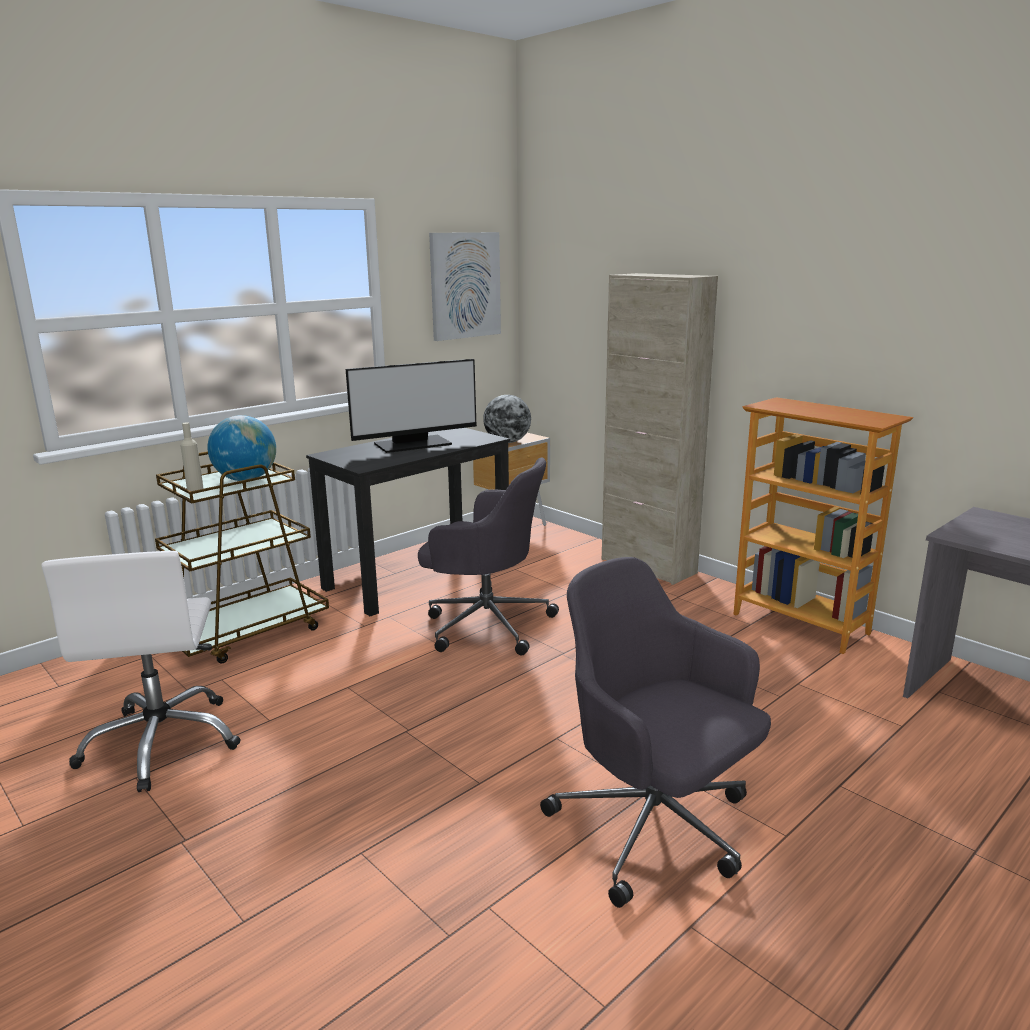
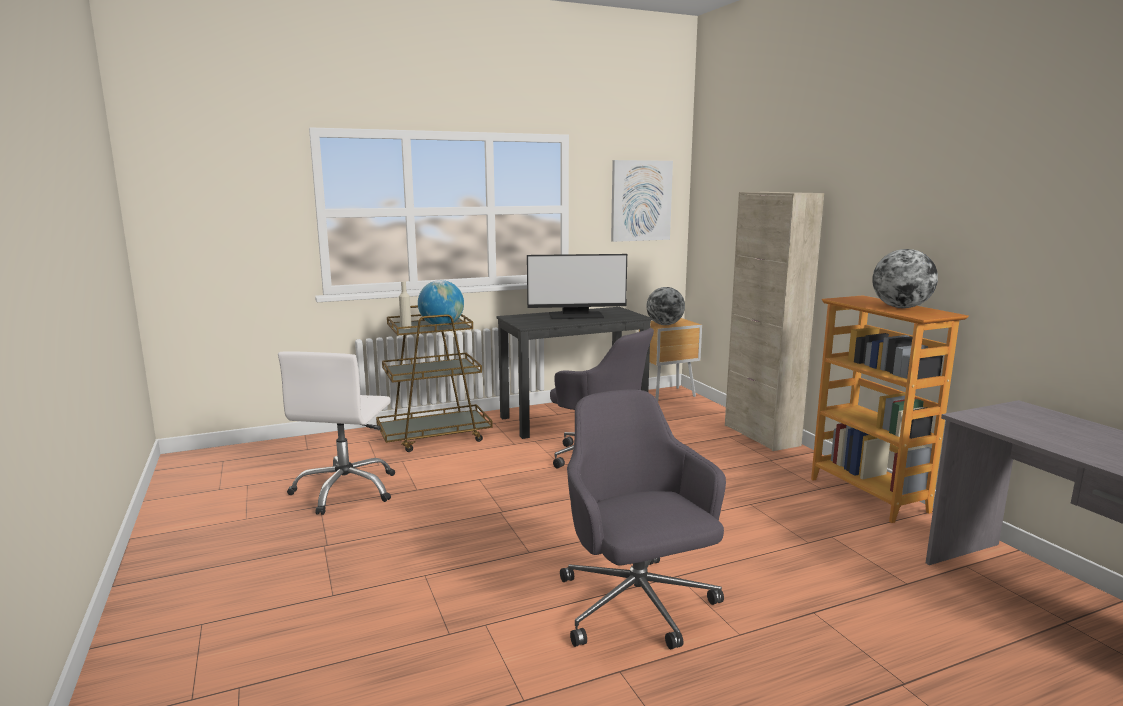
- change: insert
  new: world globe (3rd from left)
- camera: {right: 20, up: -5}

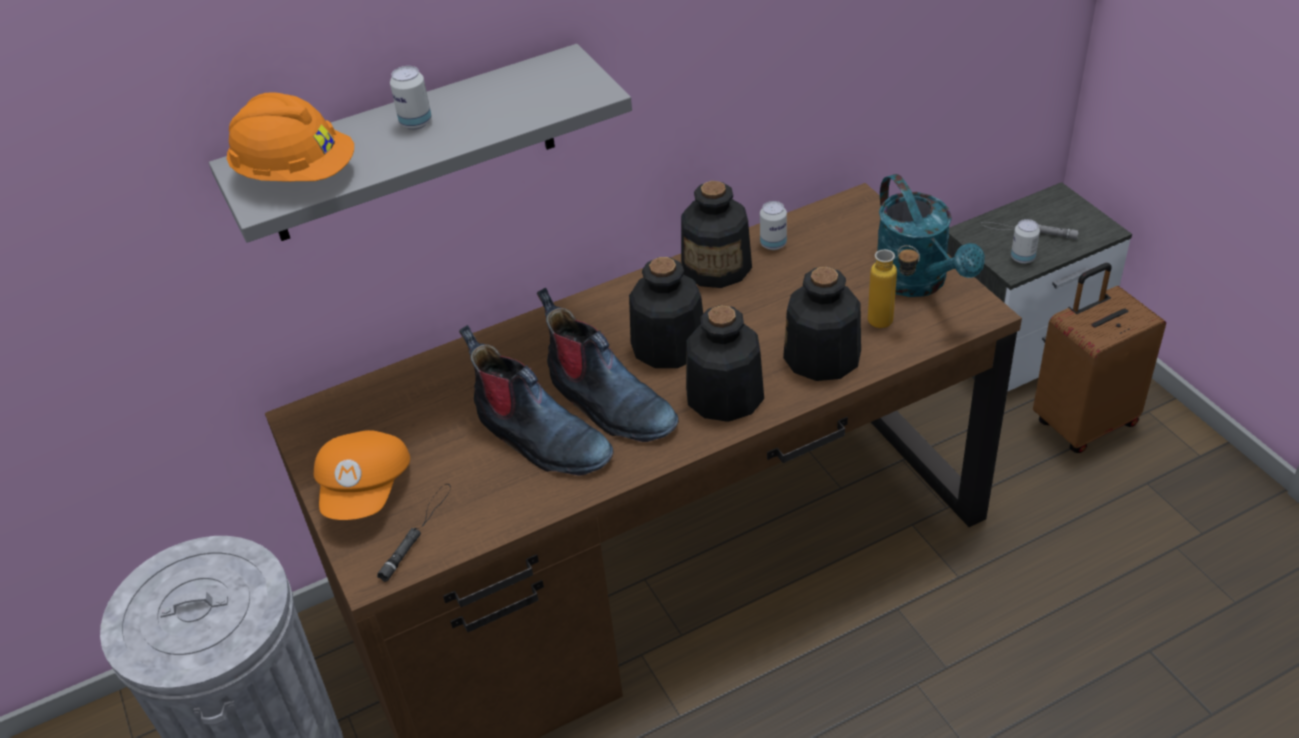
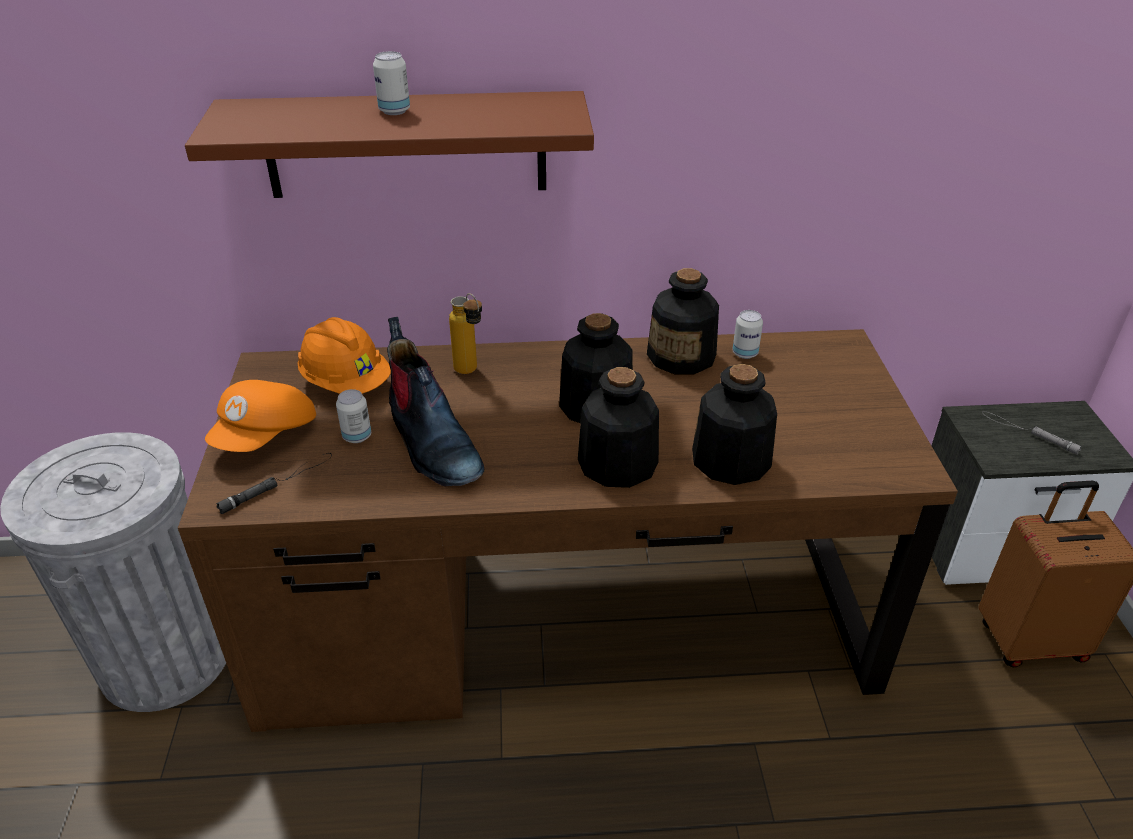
- change: recolor
  old: shelf (greyish)
  new: shelf (brown)
- change: move
  old: work helmet (orange-coloured)
- change: move
  old: sealed can (3rd from left in the first image)
  new: sealed can (1st from left)
- change: move
  old: drink bottle (5th from left in the first image)
  new: drink bottle (1st from left)
- change: delete
  old: boot (2nd from left)
- change: delete
  old: watering pot (turquoise-coloured)
- camera: {right: 20, up: -5}

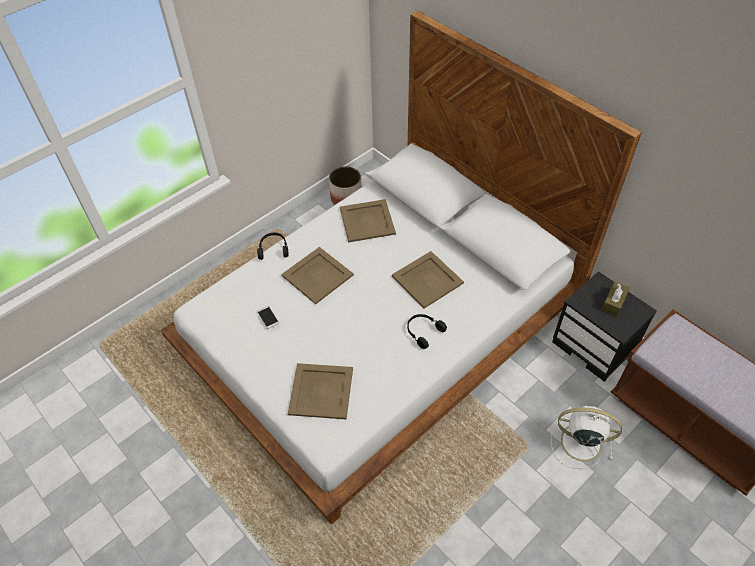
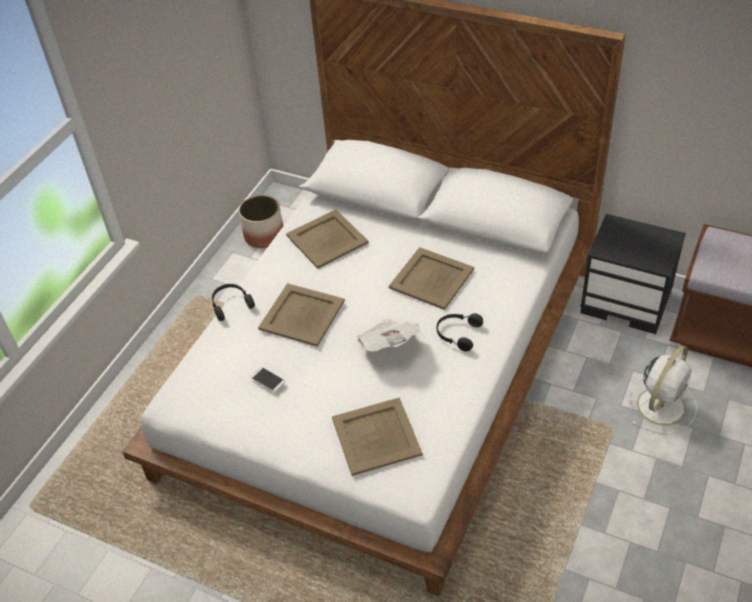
- change: insert
  new: printed paper
- change: rotate
  old: electric fan (whitish)
  degrees: 135
- change: delete
  old: box of tissues (brown)
- camera: {right: -20, up: -5}

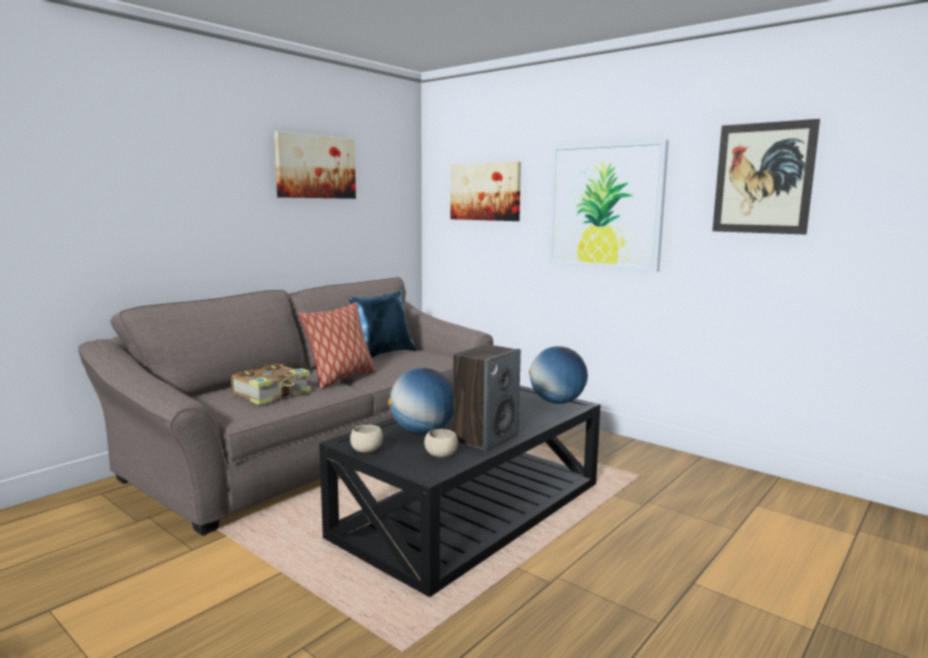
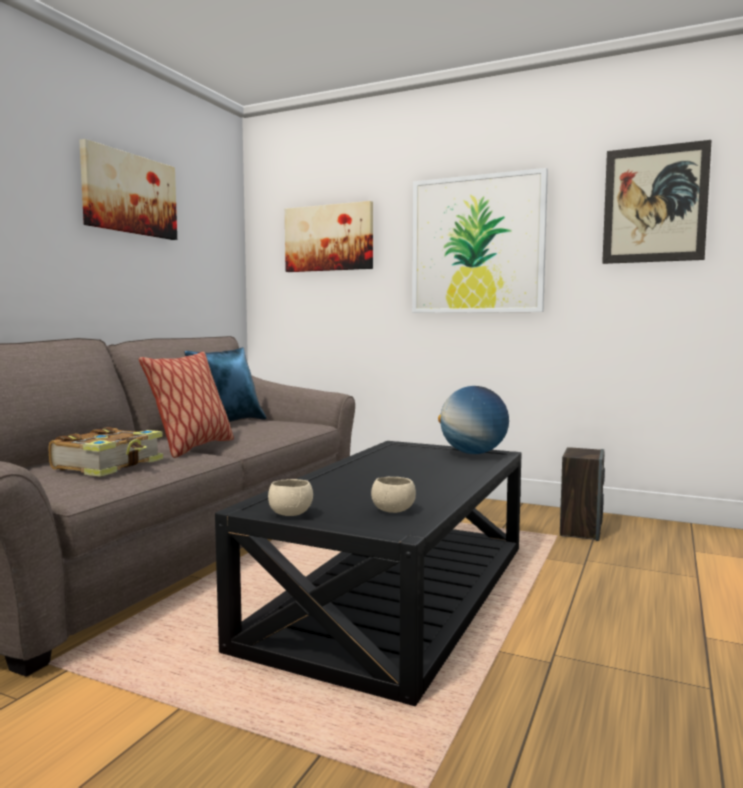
- change: move
  old: speaker
- change: delete
  old: world globe (1st from left)
- camera: {right: -15, up: -5}

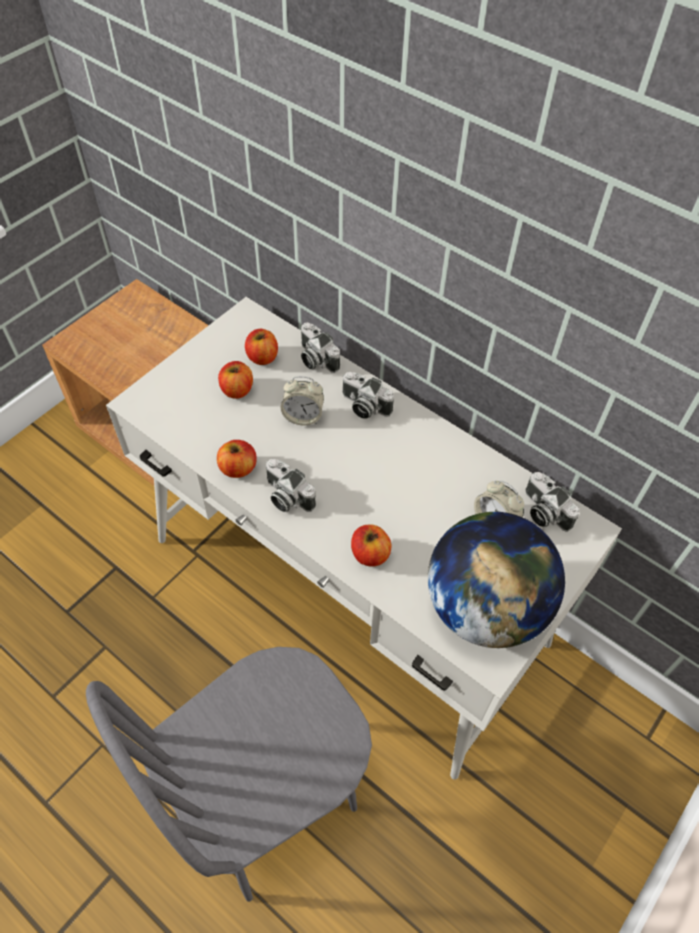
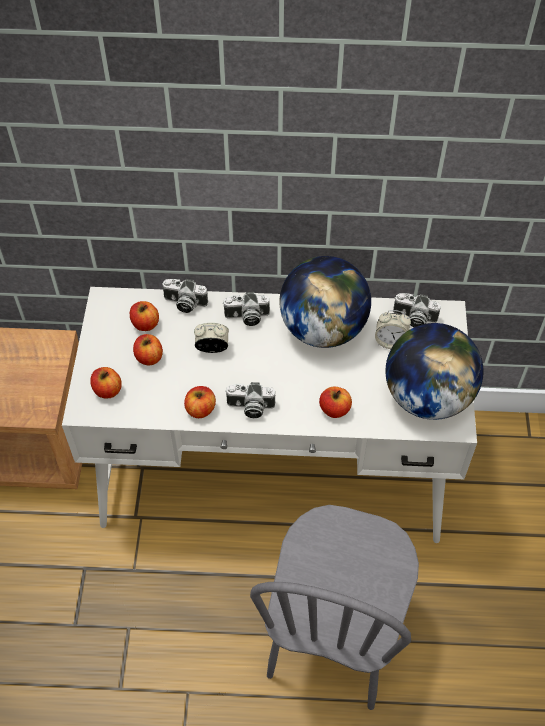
- change: insert
  new: whole apple (1st from left)
- change: rotate
  old: table clock (1st from left)
  degrees: -150
- change: insert
  new: world globe (1st from left)
- camera: {right: -35, up: 0}

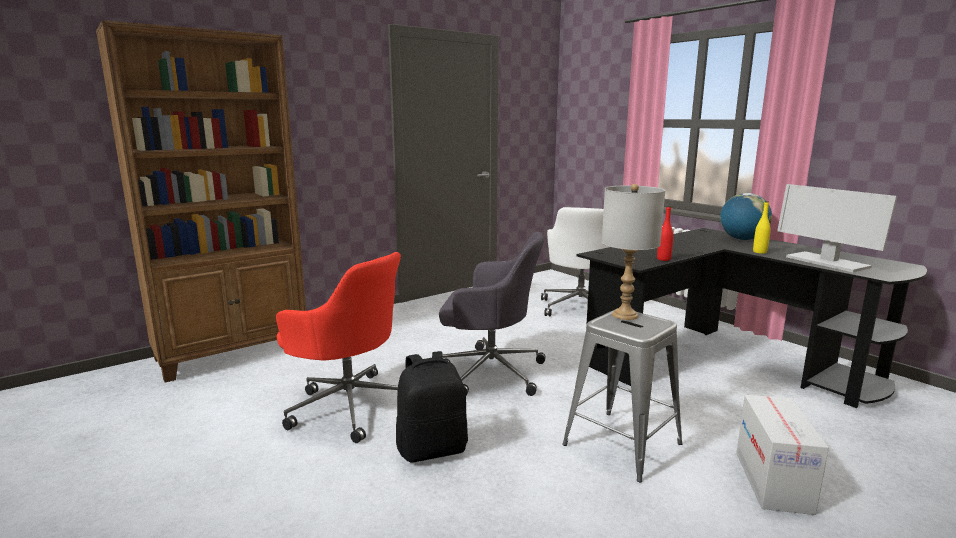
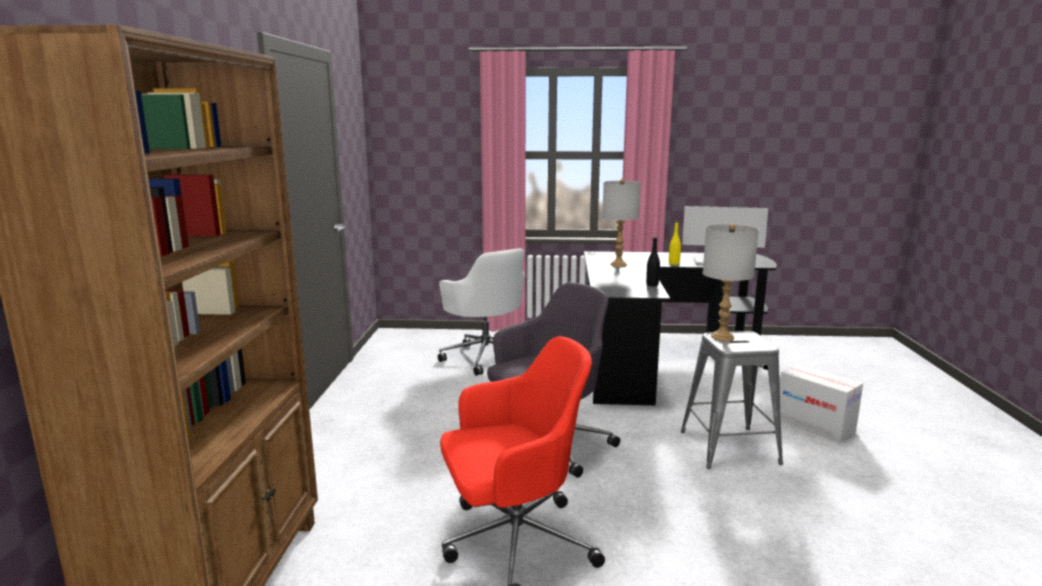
- change: insert
  new: table lamp (greyish) (1st from left)
- change: recolor
  old: drink bottle (reddish)
  new: drink bottle (black-coloured)
- change: delete
  old: rucksack (black-coloured)
- change: delete
  old: world globe
- camera: {right: -50, up: 0}

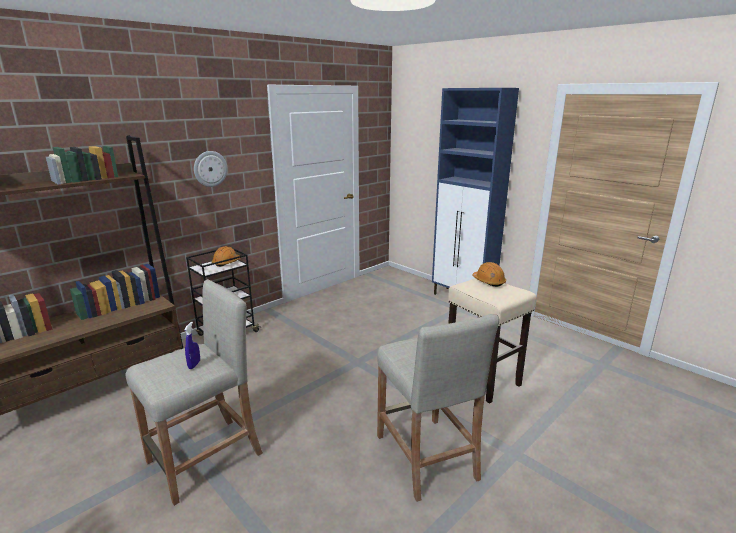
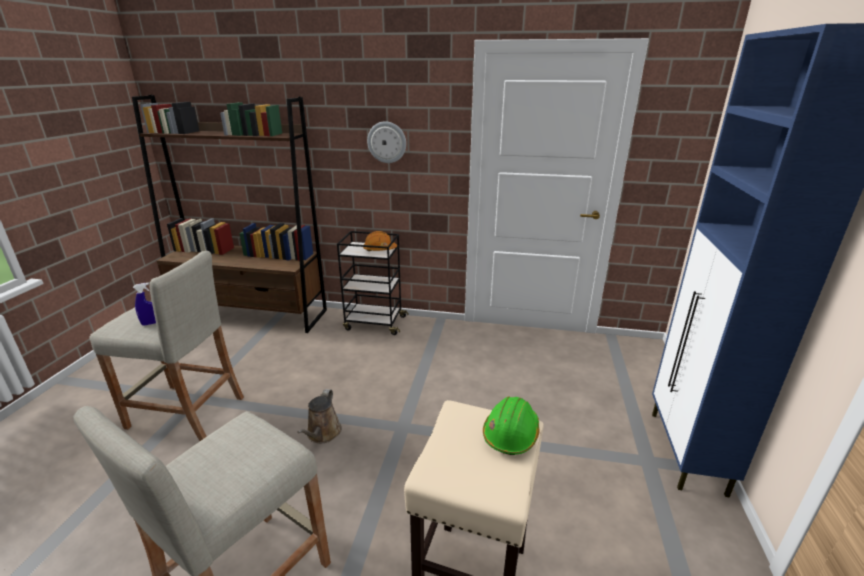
- change: insert
  new: watering pot (brown)
- change: recolor
  old: work helmet (orange-coloured) (2nd from left)
  new: work helmet (green-coloured)
- camera: {right: 55, up: 5}

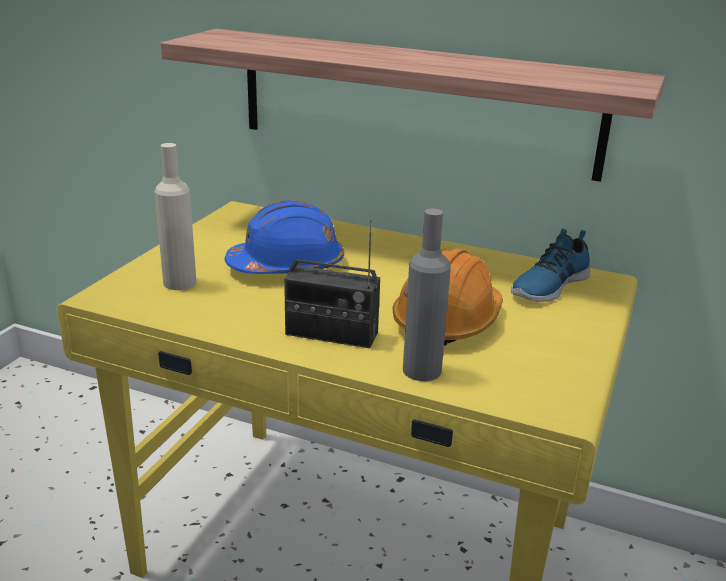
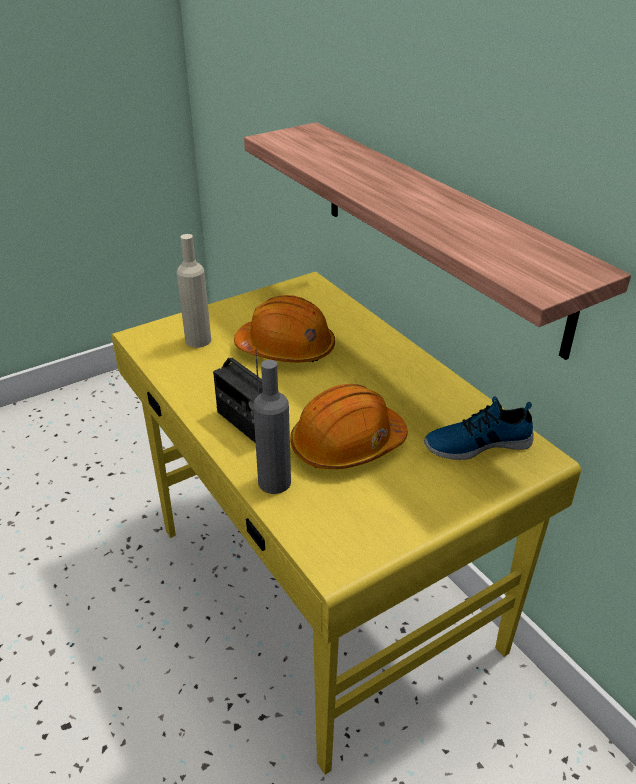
- change: recolor
  old: work helmet (blue)
  new: work helmet (orange-coloured) (1st from left)
- camera: {right: 35, up: 10}

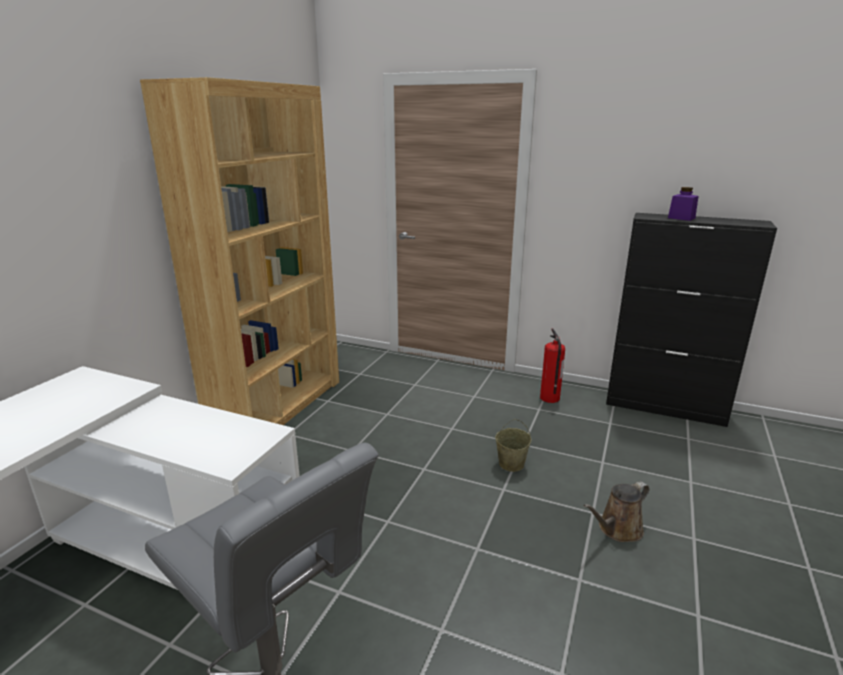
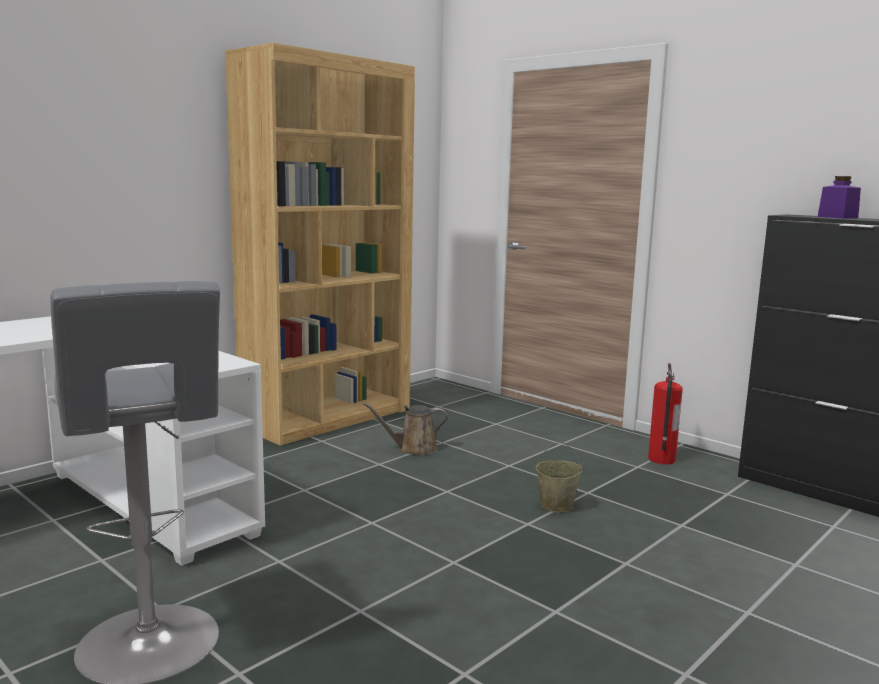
- change: move
  old: watering pot (brown)
- camera: {right: 20, up: -10}

